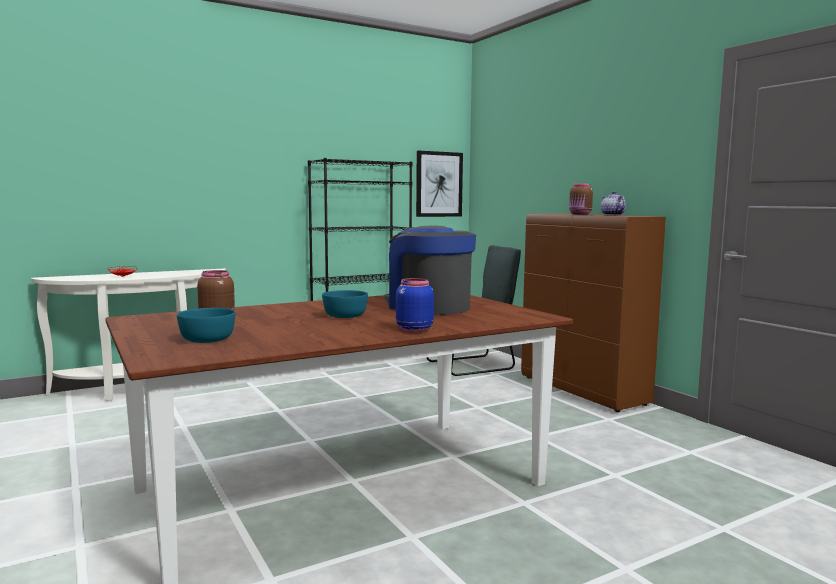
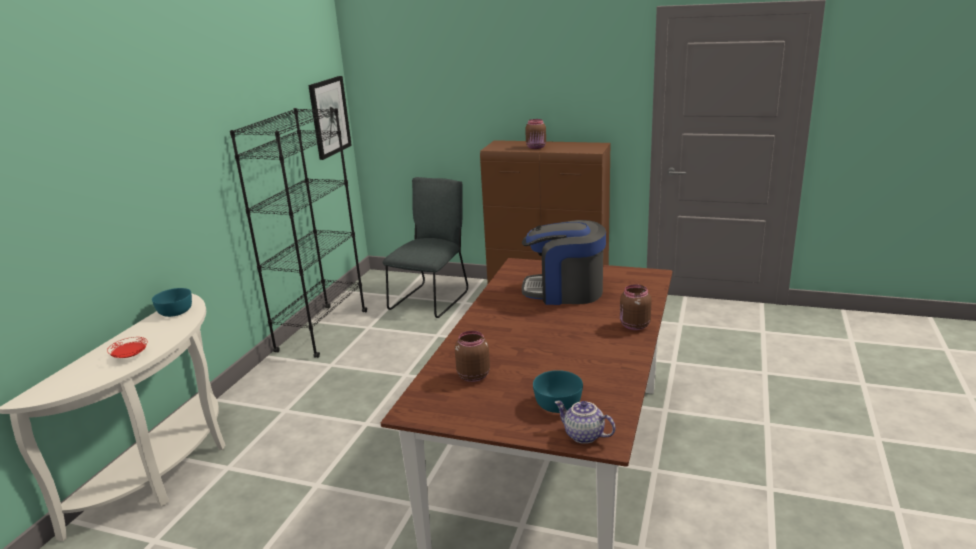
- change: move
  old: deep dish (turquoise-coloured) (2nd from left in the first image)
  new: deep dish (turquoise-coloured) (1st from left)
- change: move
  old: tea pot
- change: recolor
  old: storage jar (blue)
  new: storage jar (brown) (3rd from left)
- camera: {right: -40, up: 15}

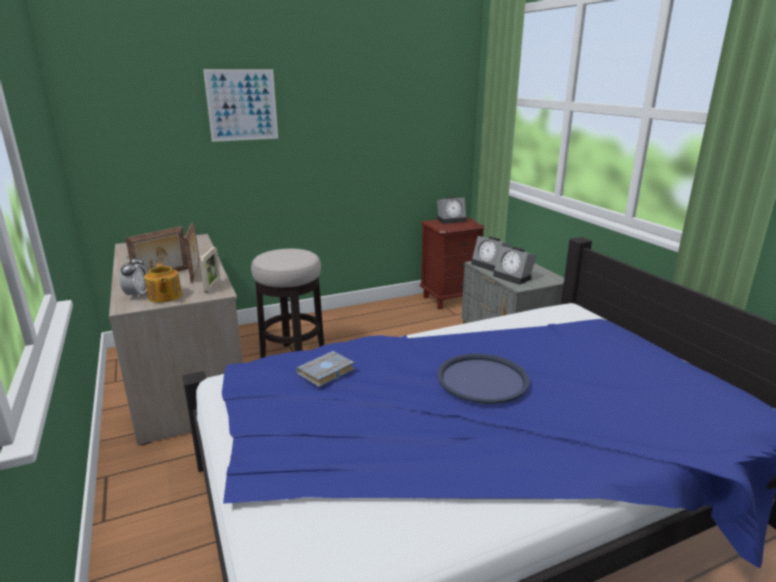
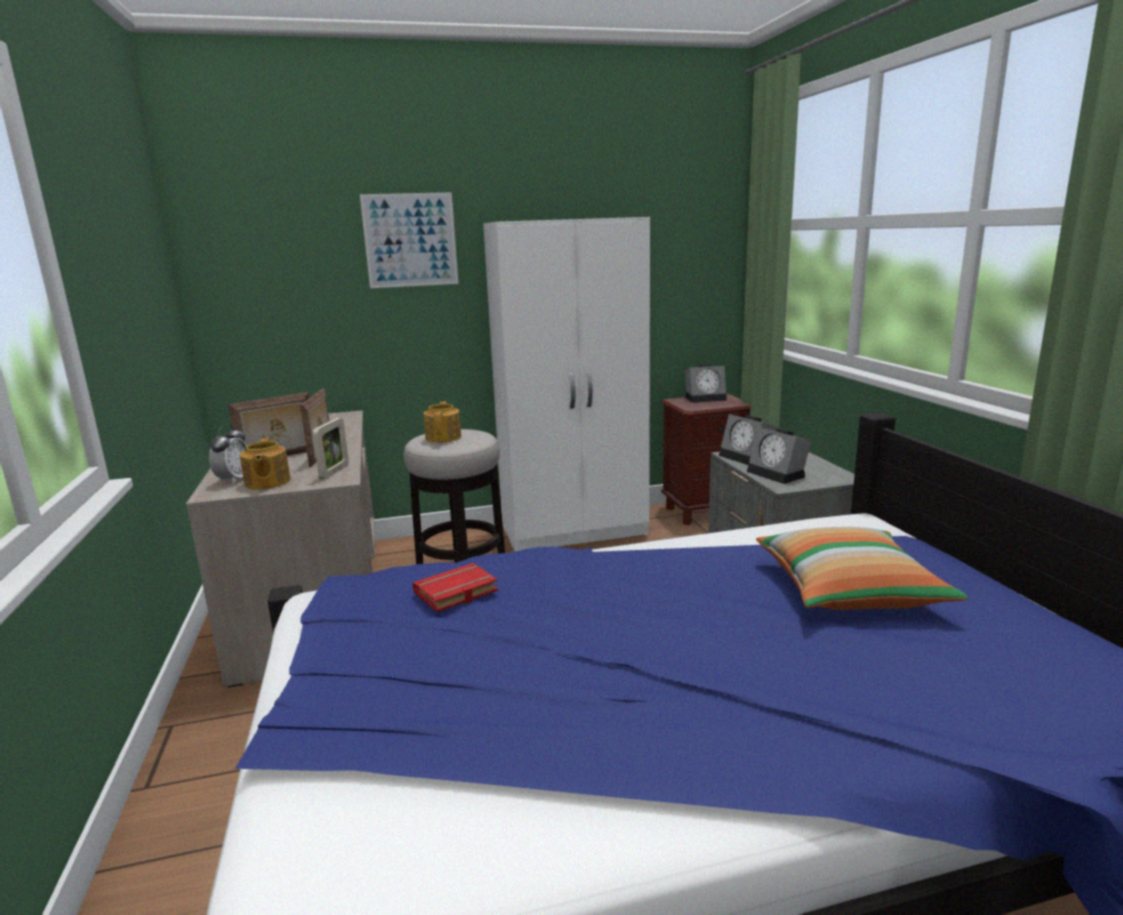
- change: recolor
  old: bound book (greyish)
  new: bound book (reddish)
- change: insert
  new: tea pot (2nd from left)
- change: insert
  new: armoire (whitish)
- change: insert
  new: pillow
- change: delete
  old: serving tray (blue)
- camera: {right: 10, up: -5}

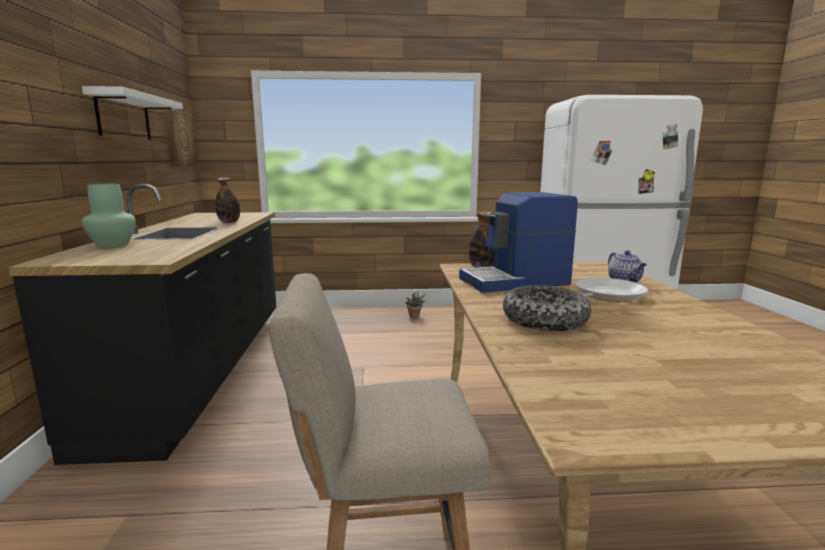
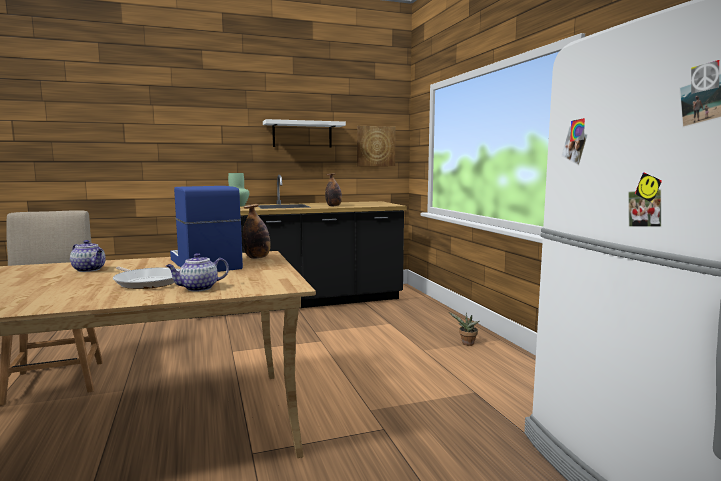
- change: replace
  old: deep dish
  new: tea pot (1st from left)
- camera: {right: 75, up: -5}

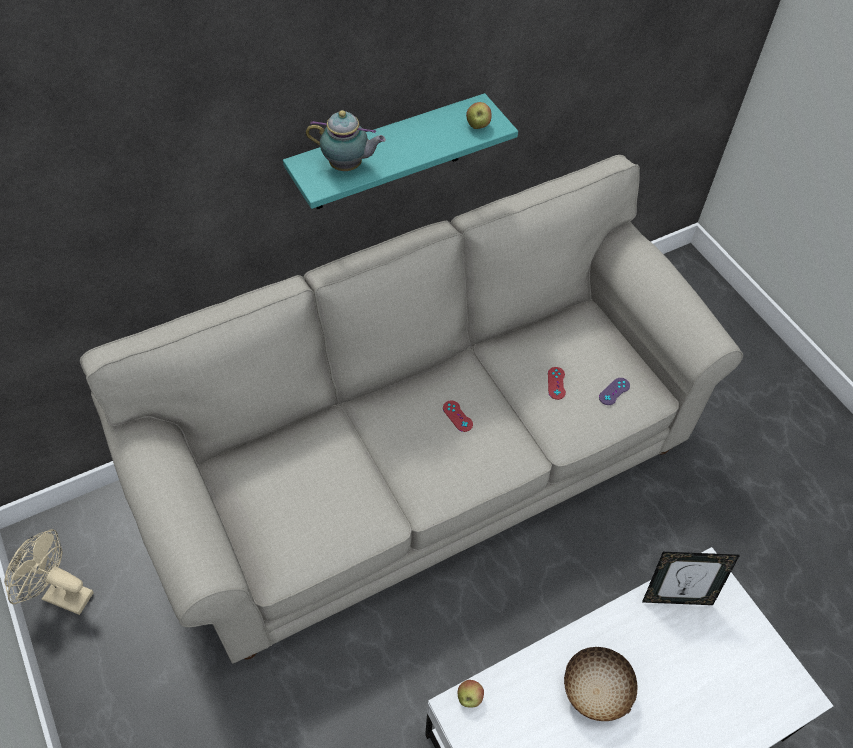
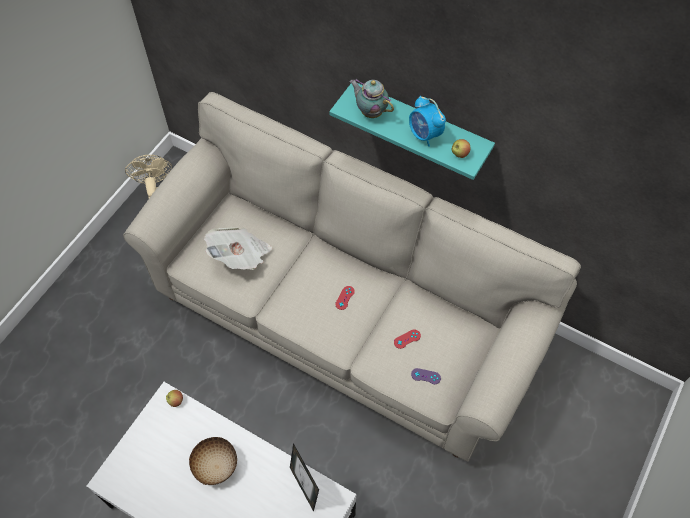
- change: insert
  new: printed paper
- change: rotate
  old: tea pot
  degrees: 150
- change: insert
  new: table clock
- camera: {right: 60, up: 5}

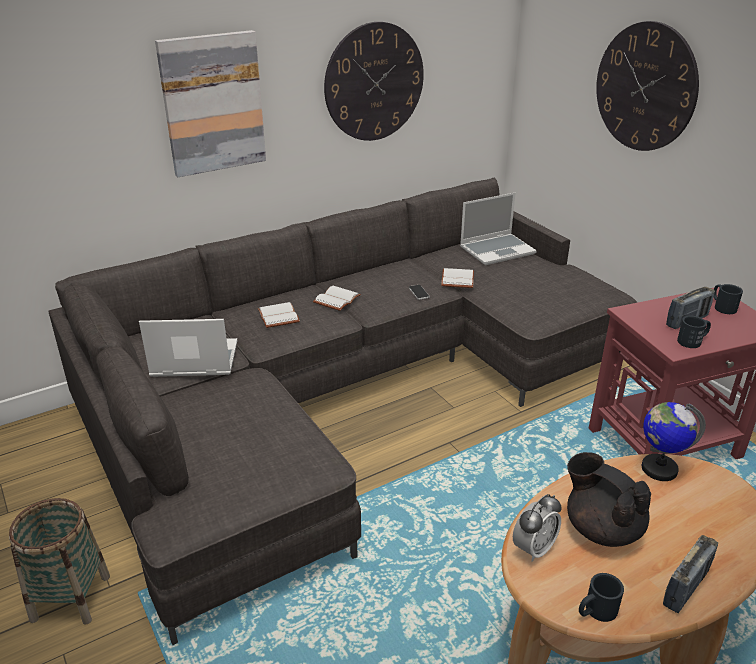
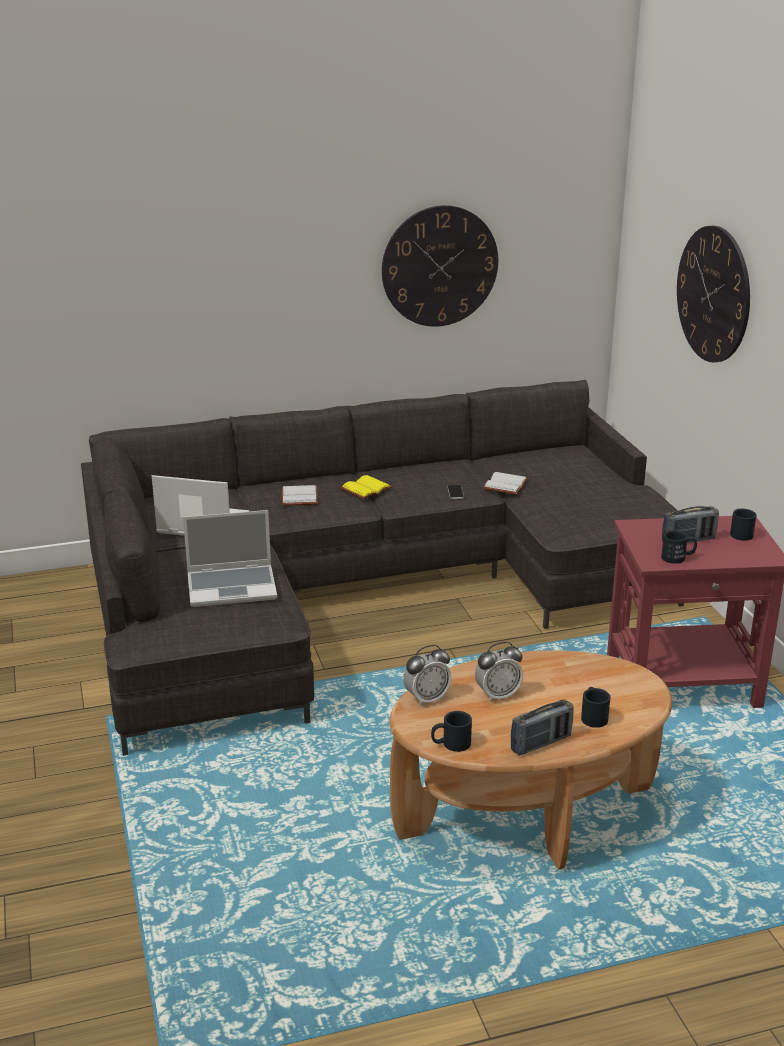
- change: move
  old: portable computer (2nd from left)
- change: recolor
  old: bound book (whitish) (2nd from left)
  new: bound book (yellowish)
- change: replace
  old: tea pot (black-coloured)
  new: table clock (2nd from left)
- change: insert
  new: tea mug (black-coloured) (2nd from left)
- change: delete
  old: household basket
- change: delete
  old: wall picture
- change: delete
  old: world globe
- camera: {right: 15, up: -5}

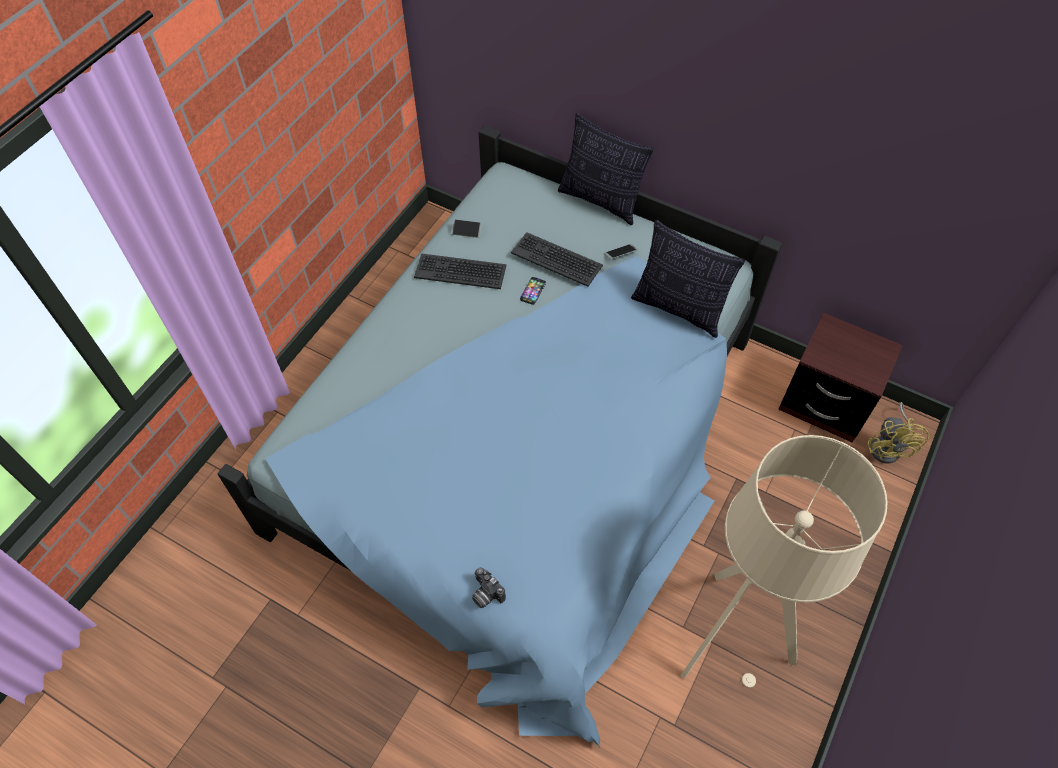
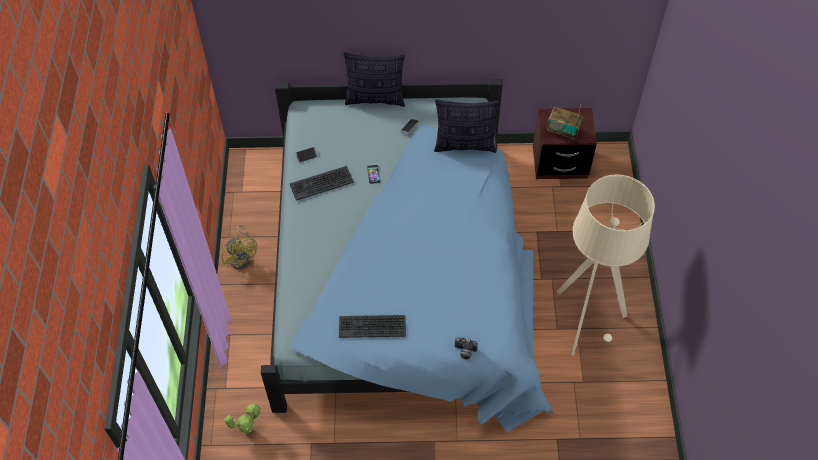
- change: move
  old: electric fan (yellowish)
- change: insert
  new: houseplant
- change: move
  old: computer keyboard (2nd from left)
- change: insert
  new: radio
- camera: {right: -30, up: 0}

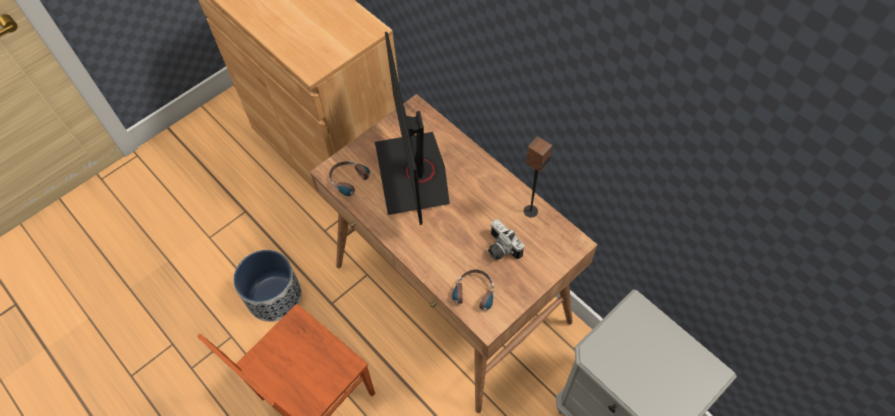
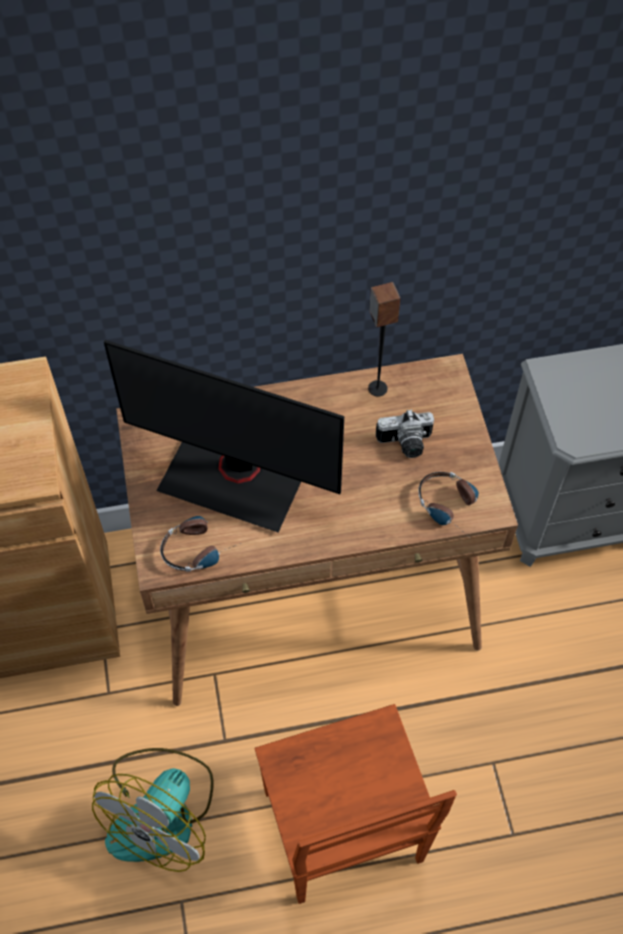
- change: replace
  old: planter
  new: electric fan
- camera: {right: -60, up: 0}

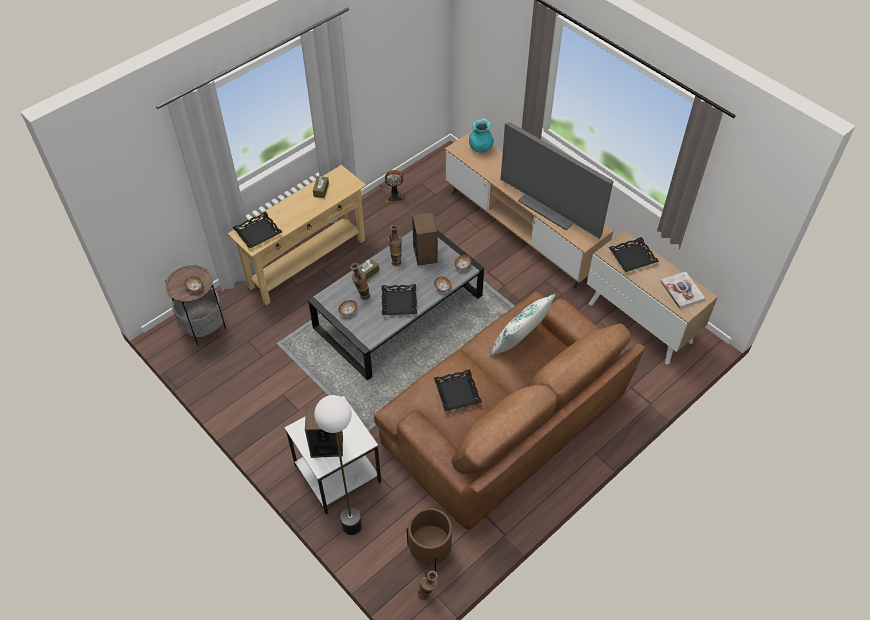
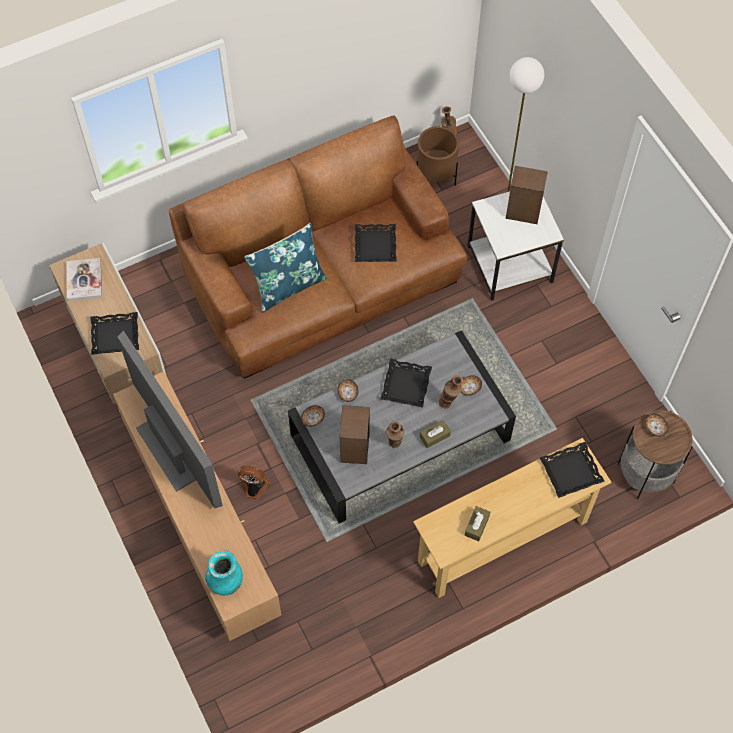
- change: move
  old: electric fan
- change: recolor
  old: pillow (whitish)
  new: pillow (blue)
- camera: {right: -165, up: 10}

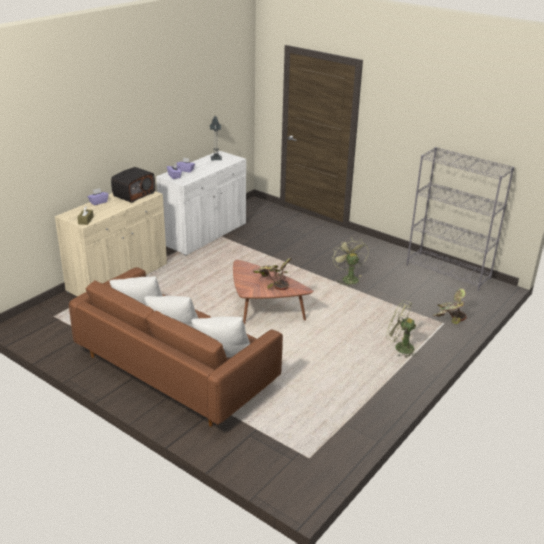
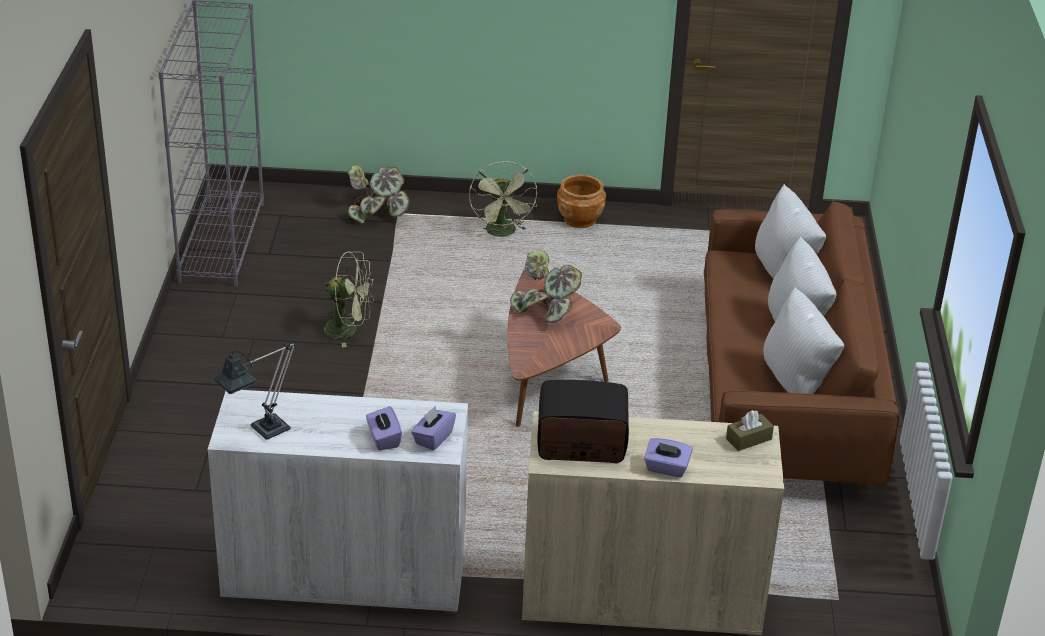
- change: rotate
  old: electric fan (green-coloured) (1st from left)
  degrees: -120
- change: insert
  new: planter (brown)
- camera: {right: -125, up: 5}

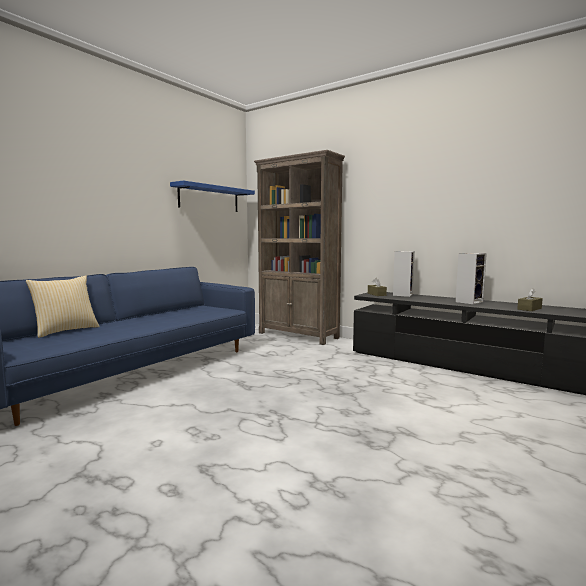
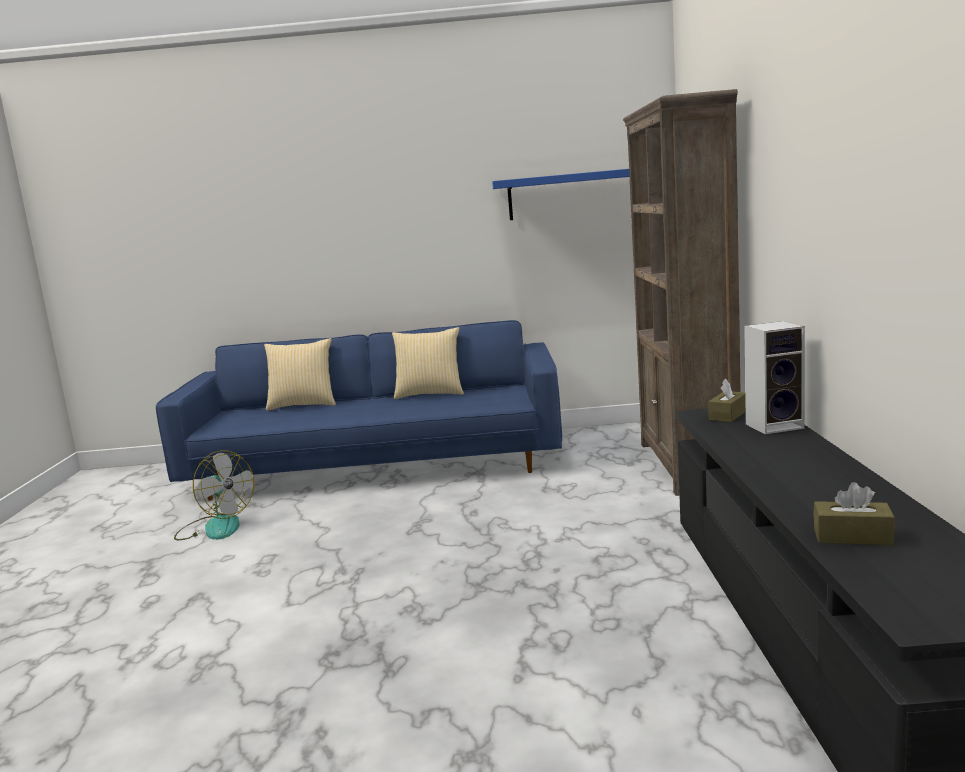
- change: insert
  new: electric fan
- change: insert
  new: pillow (2nd from left)
- change: delete
  old: speaker (2nd from left)
- camera: {right: 55, up: 5}

